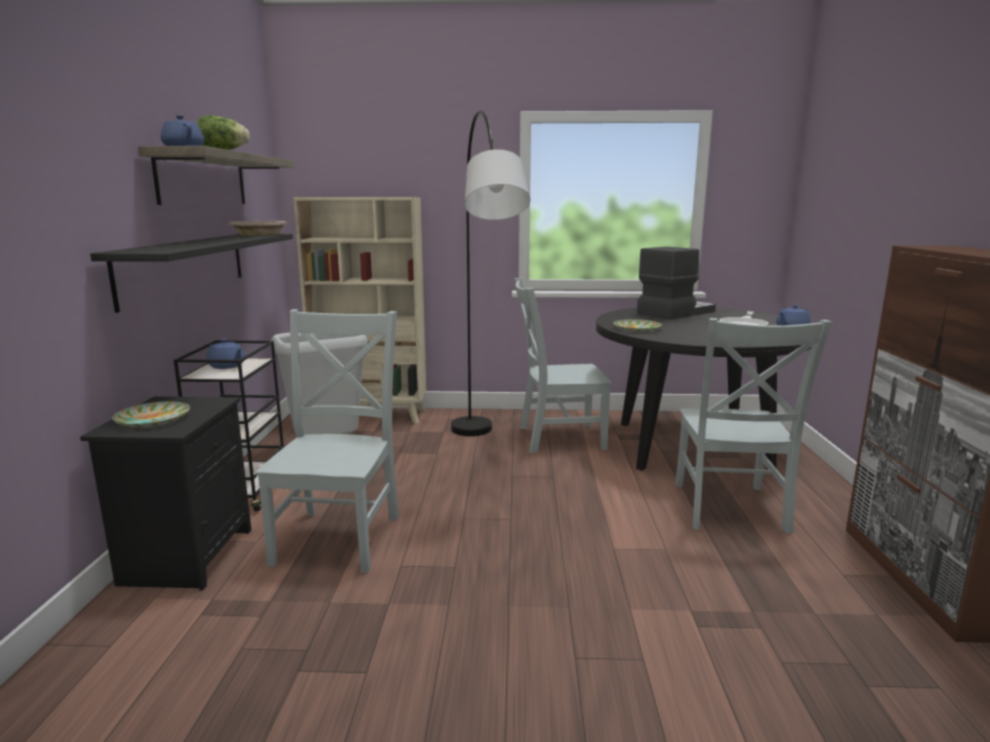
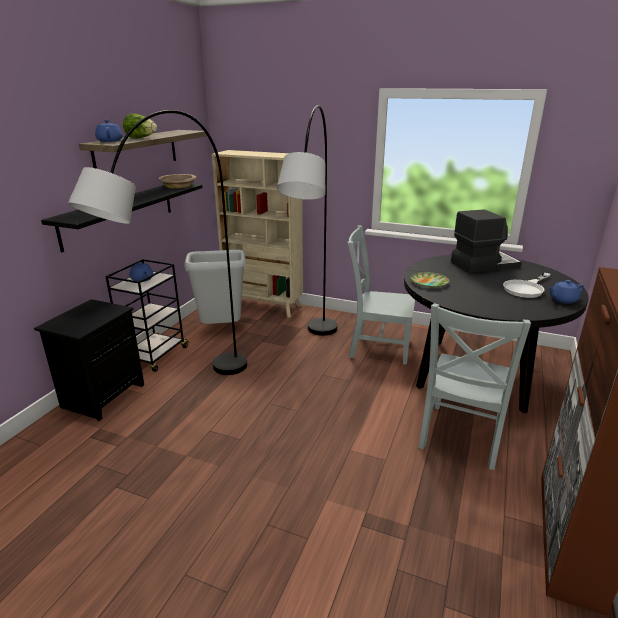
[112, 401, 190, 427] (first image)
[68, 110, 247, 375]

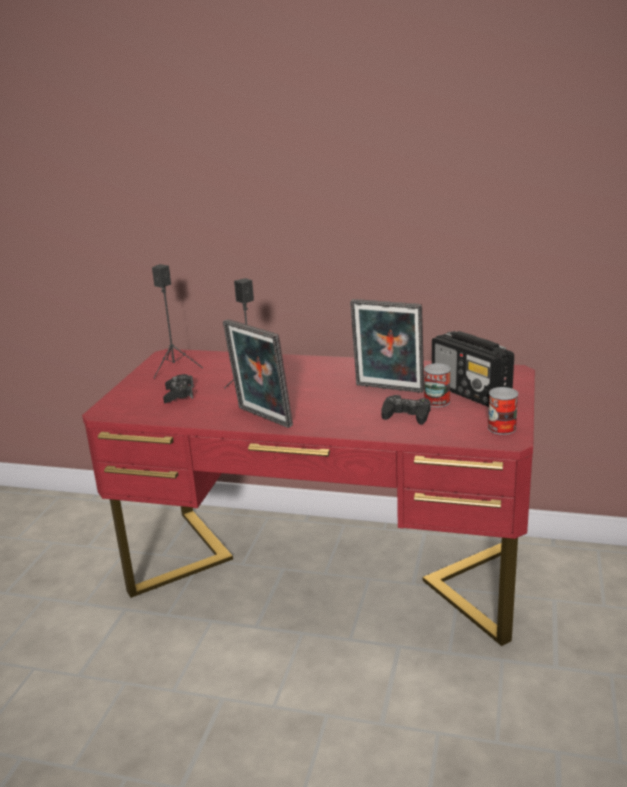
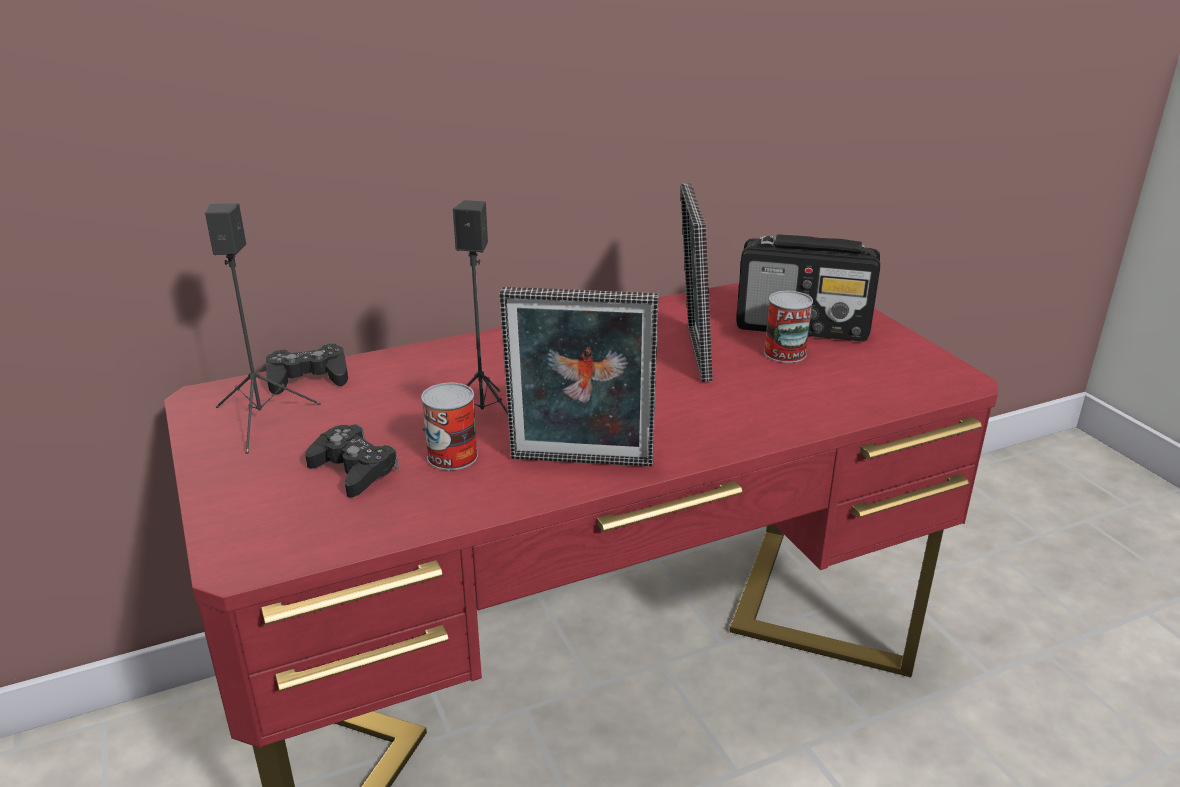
[680, 183, 713, 382]
[266, 343, 348, 395]
[421, 383, 478, 470]

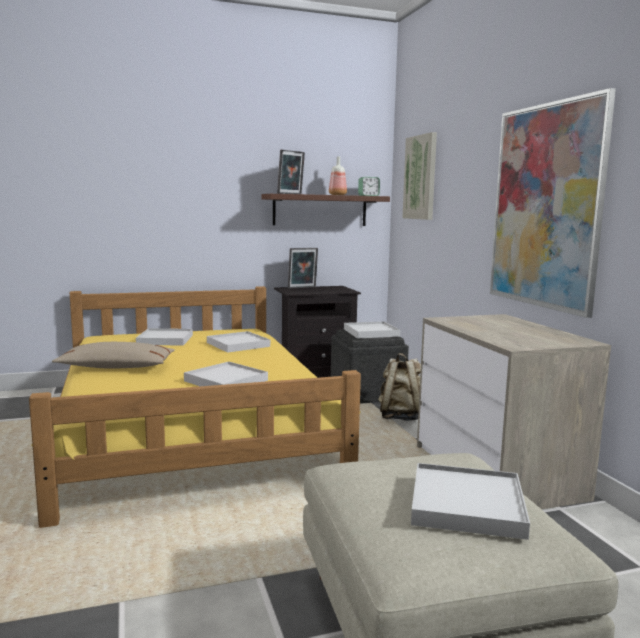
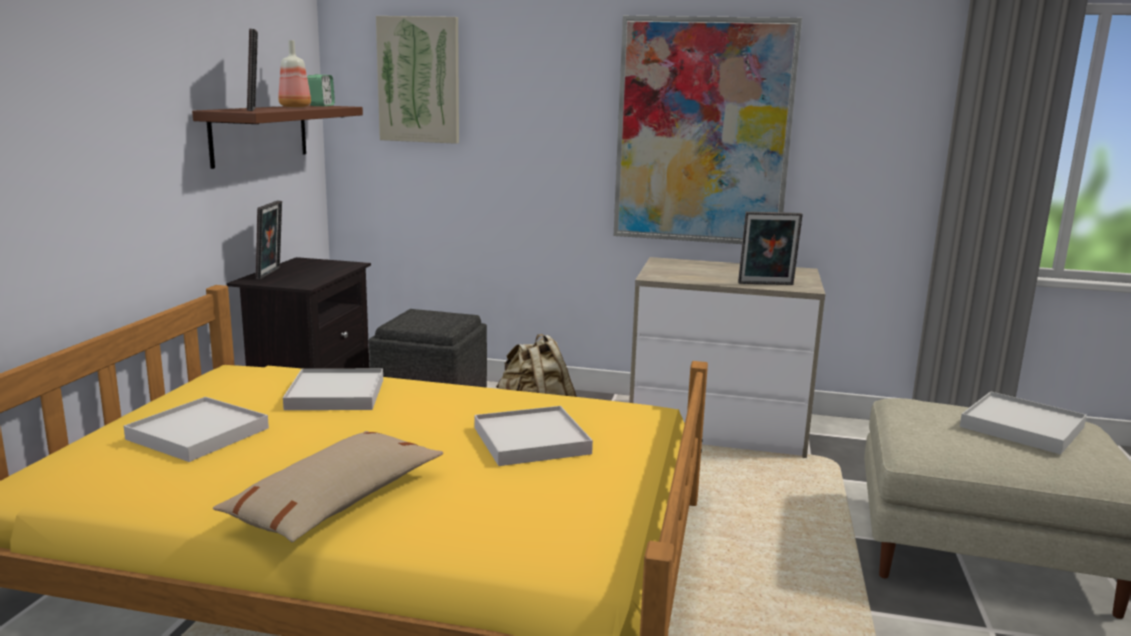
[344, 321, 400, 338] (first image)
[738, 211, 803, 285]

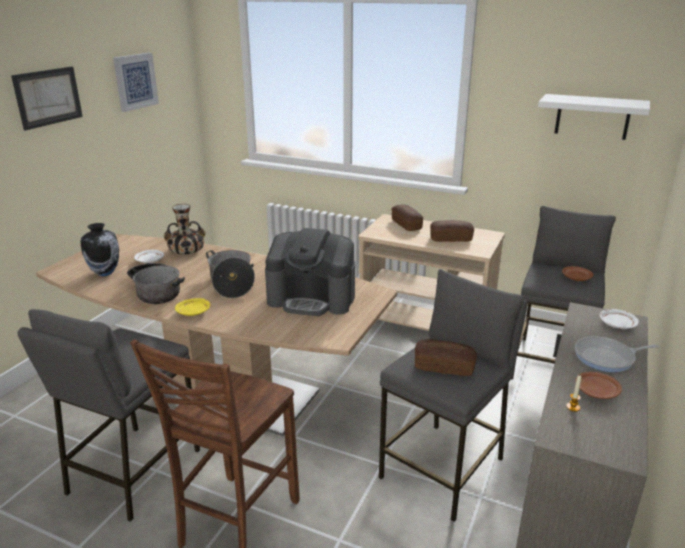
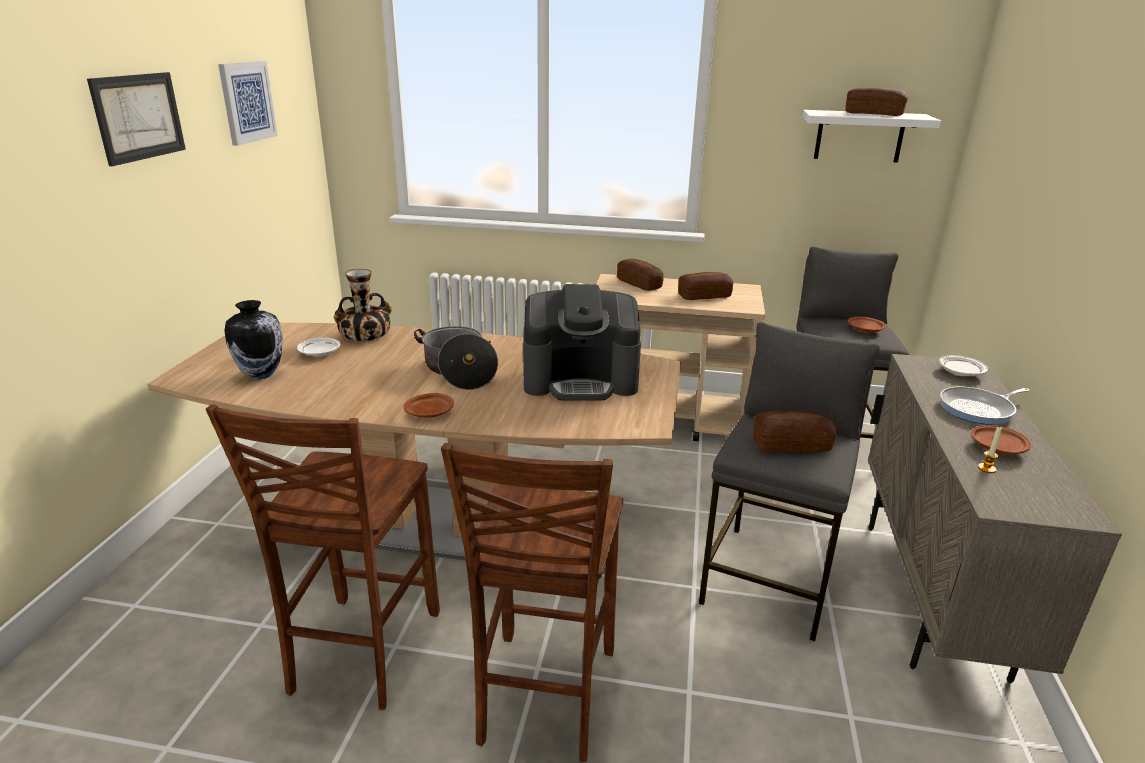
[206, 404, 440, 710]
[127, 263, 185, 304] (first image)
[403, 393, 454, 418]
[845, 87, 908, 116]

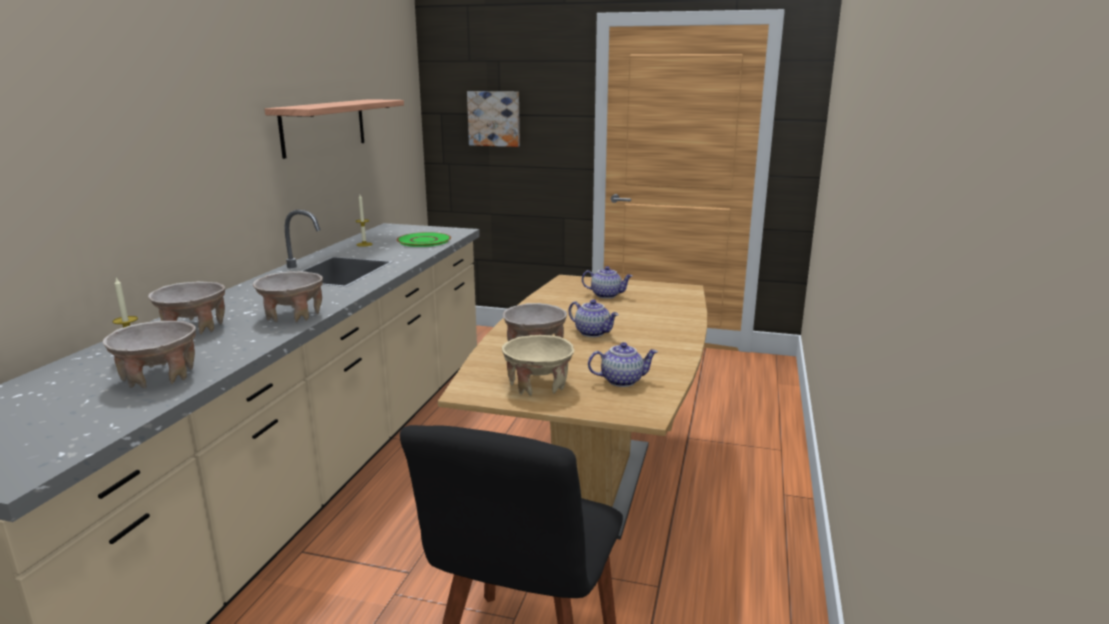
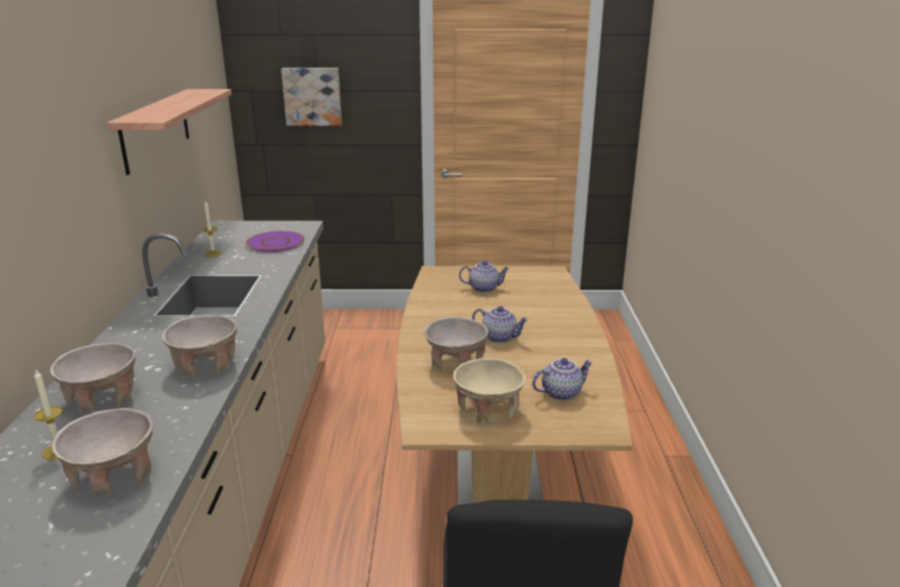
[246, 231, 305, 252]

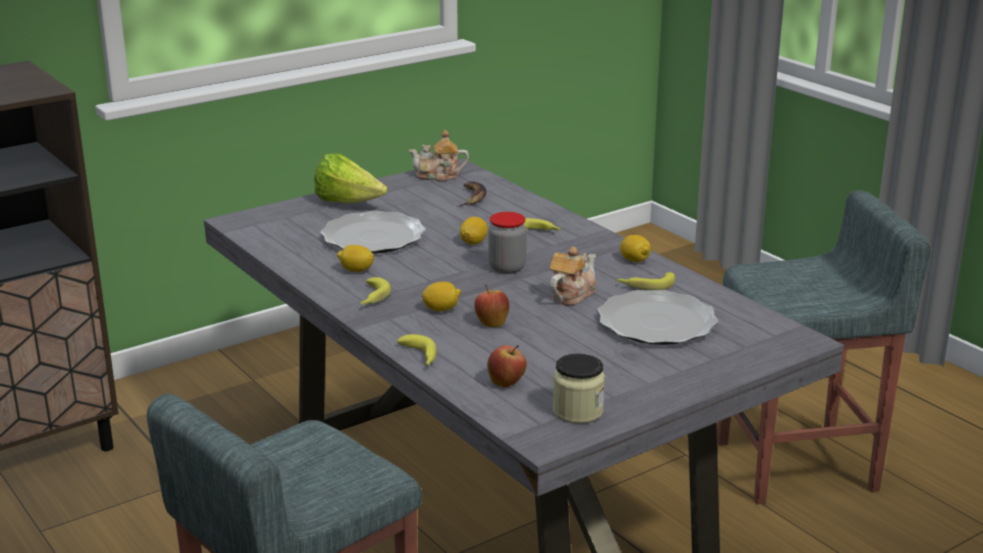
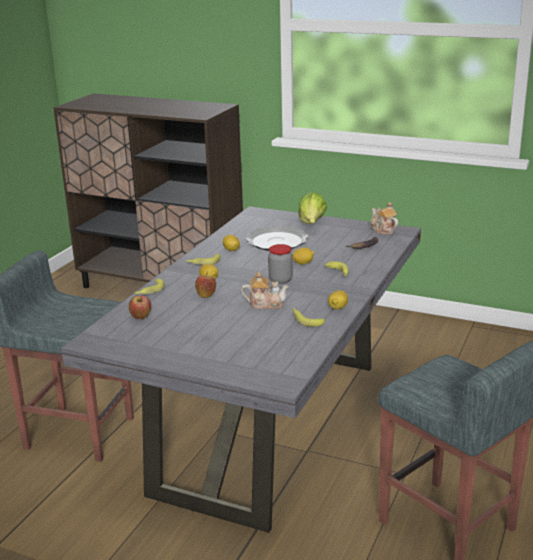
[553, 353, 605, 424] (first image)
[597, 290, 718, 345] (first image)

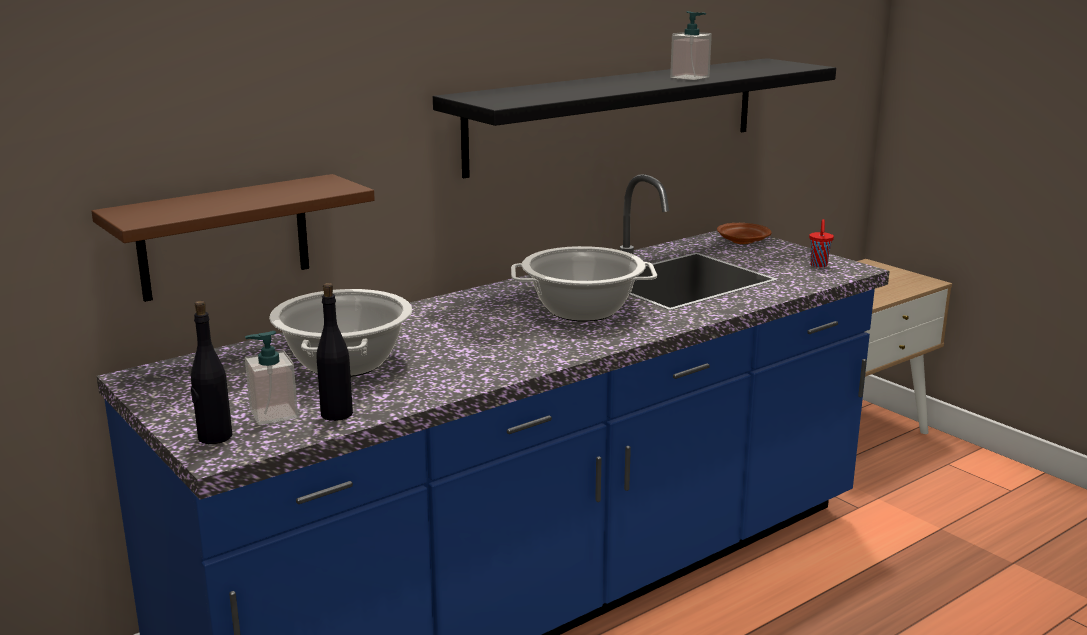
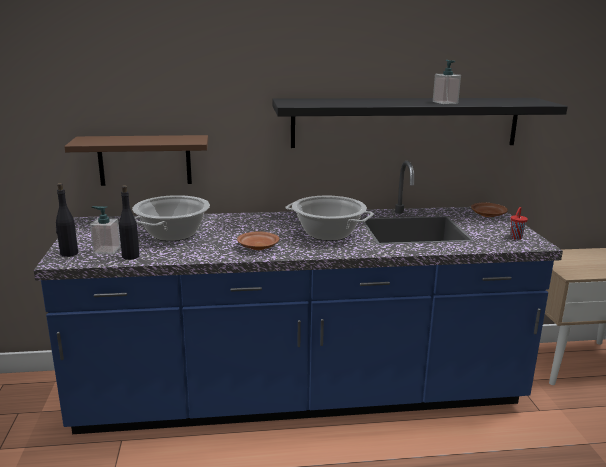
[237, 231, 279, 250]

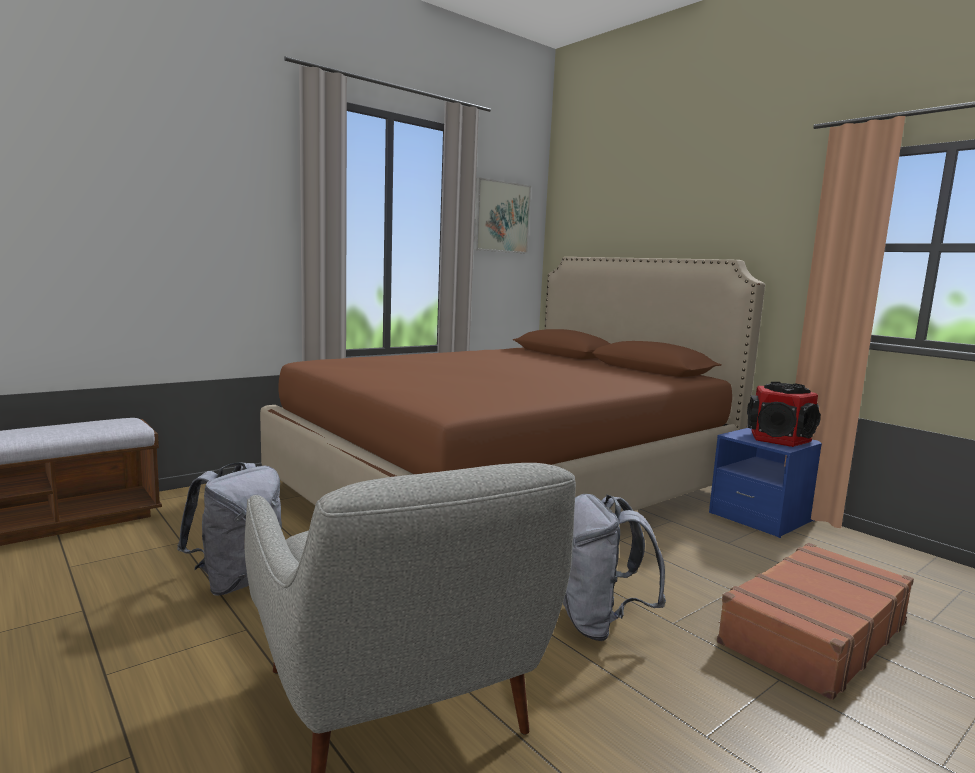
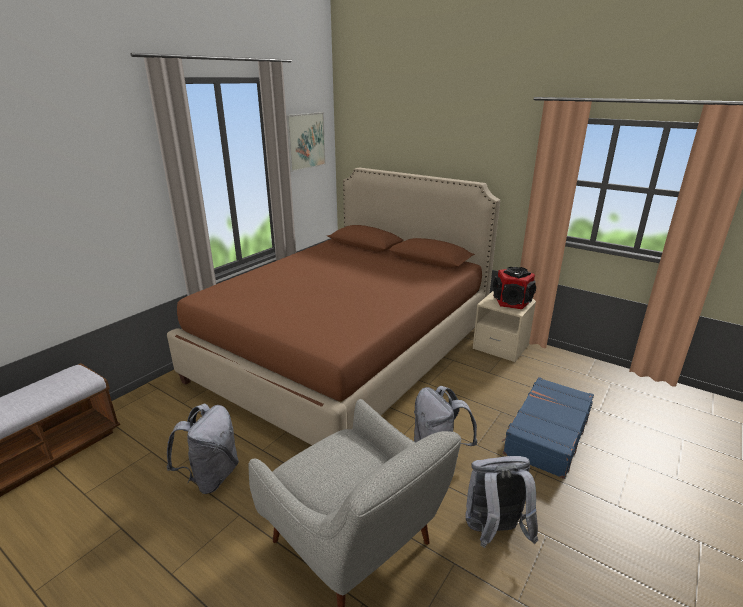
[473, 291, 536, 362]
[502, 377, 594, 479]
[466, 456, 538, 548]

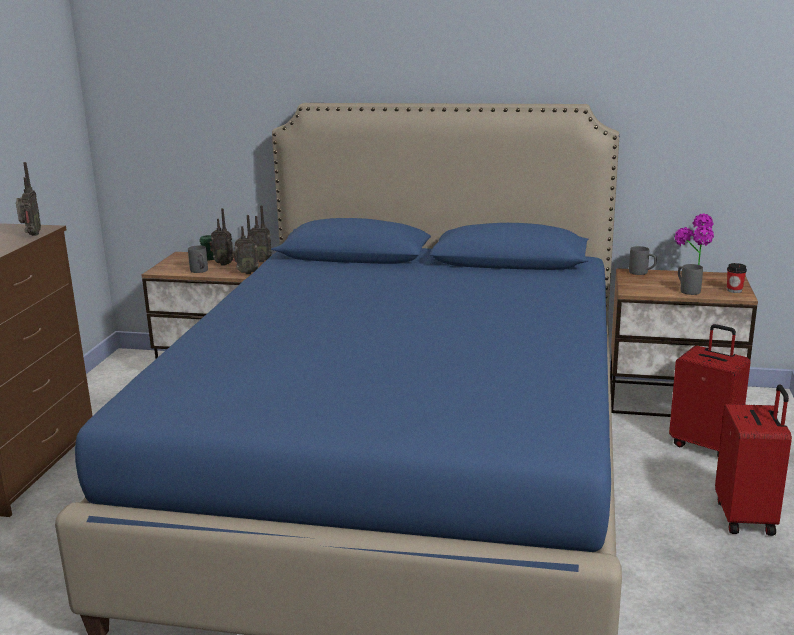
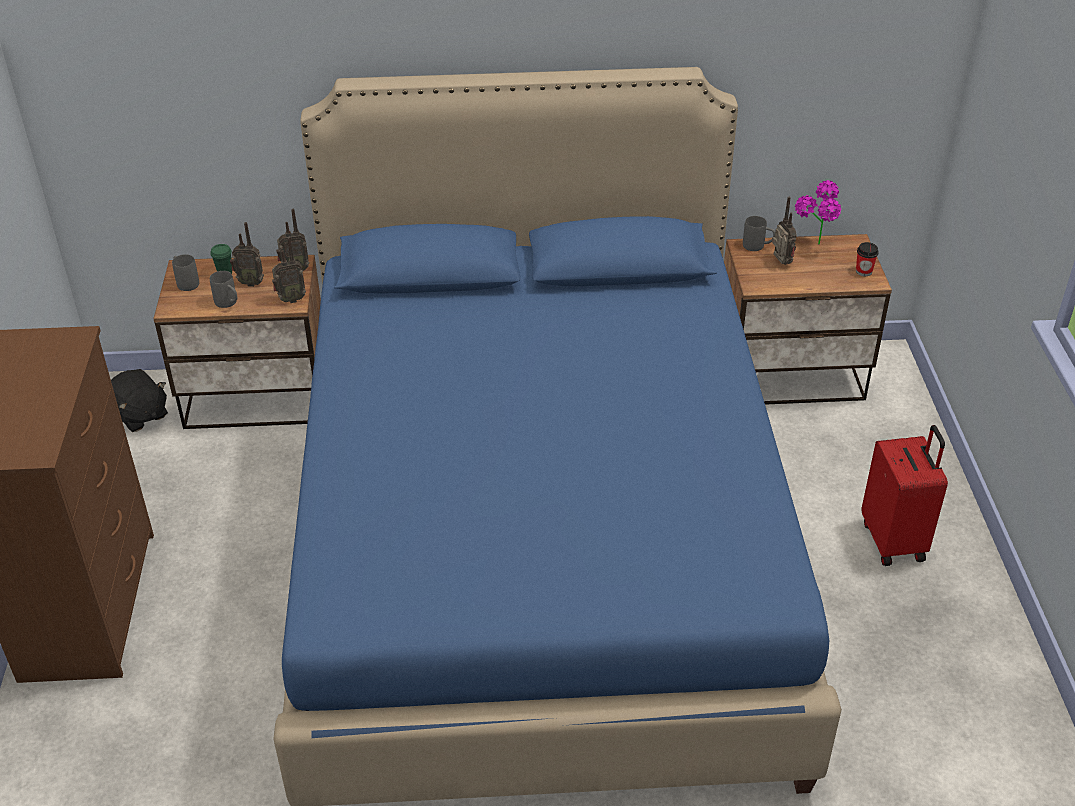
[772, 197, 797, 265]
[669, 324, 751, 457] (first image)
[172, 254, 199, 291]
[111, 369, 168, 432]

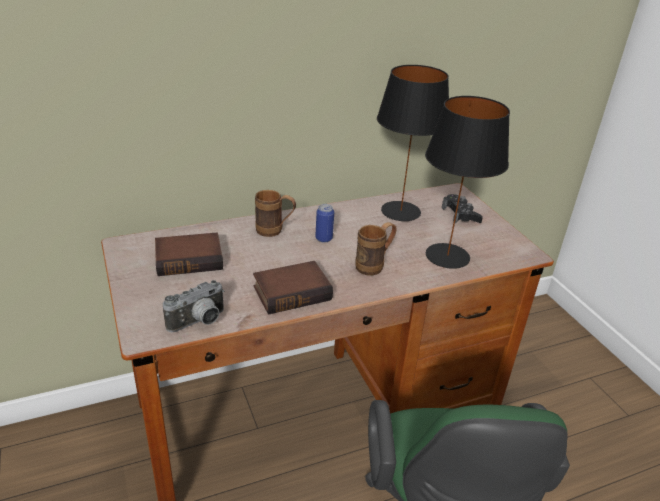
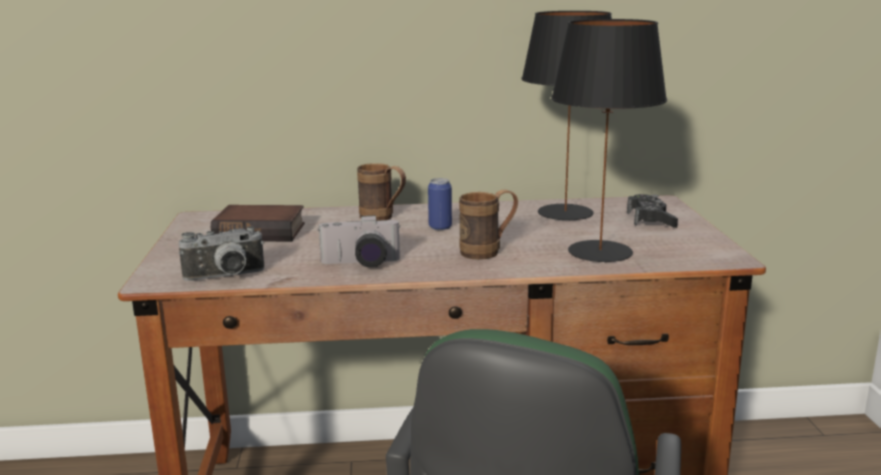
[317, 215, 401, 268]

